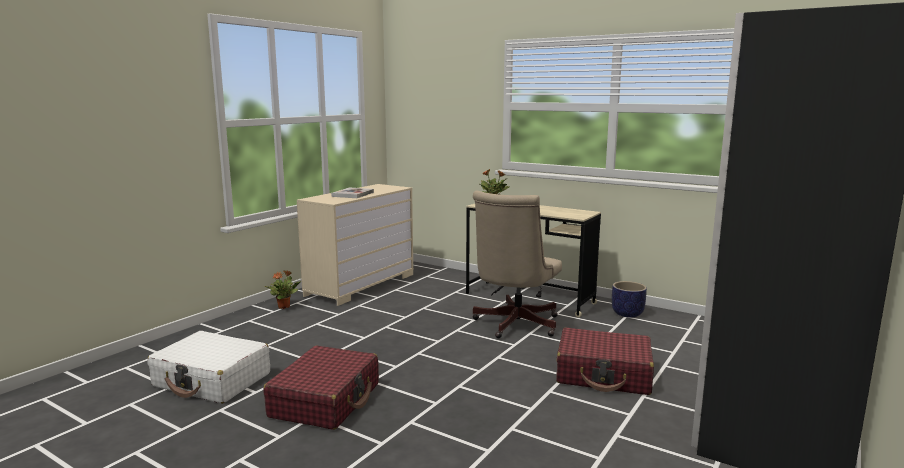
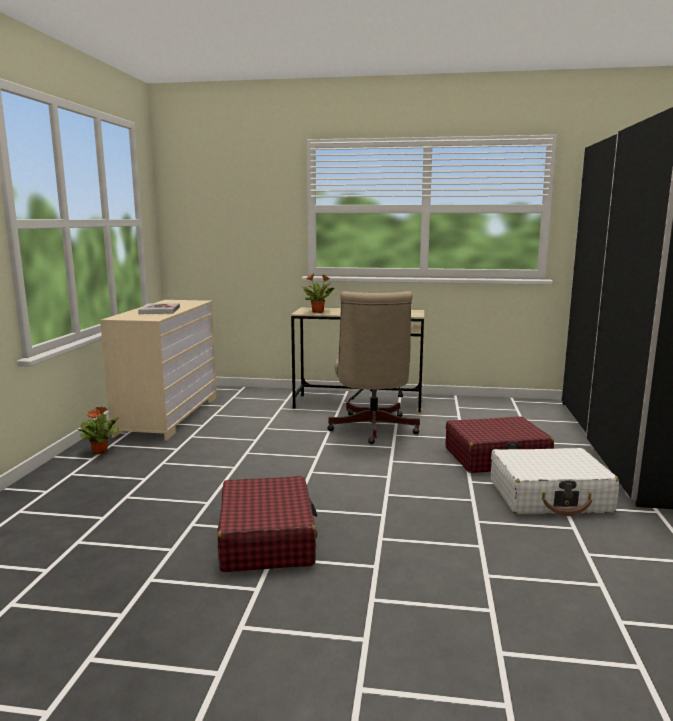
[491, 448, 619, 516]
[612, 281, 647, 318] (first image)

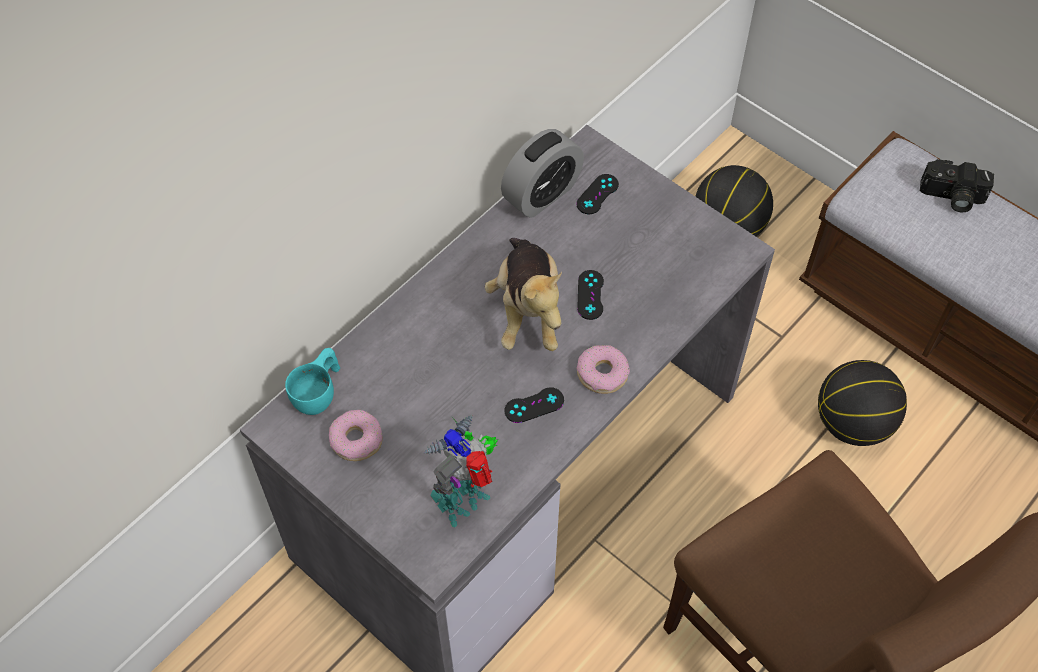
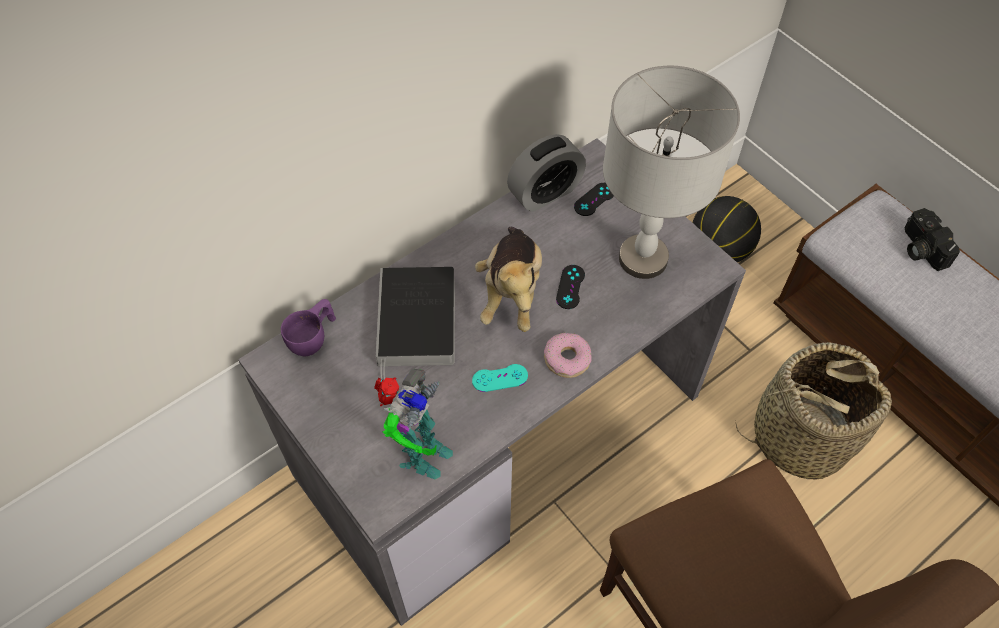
[281, 299, 336, 356]
[329, 410, 383, 461] (first image)
[374, 369, 453, 479]
[472, 364, 528, 392]
[735, 342, 892, 479]
[905, 208, 960, 271]
[376, 267, 455, 379]
[603, 66, 740, 279]

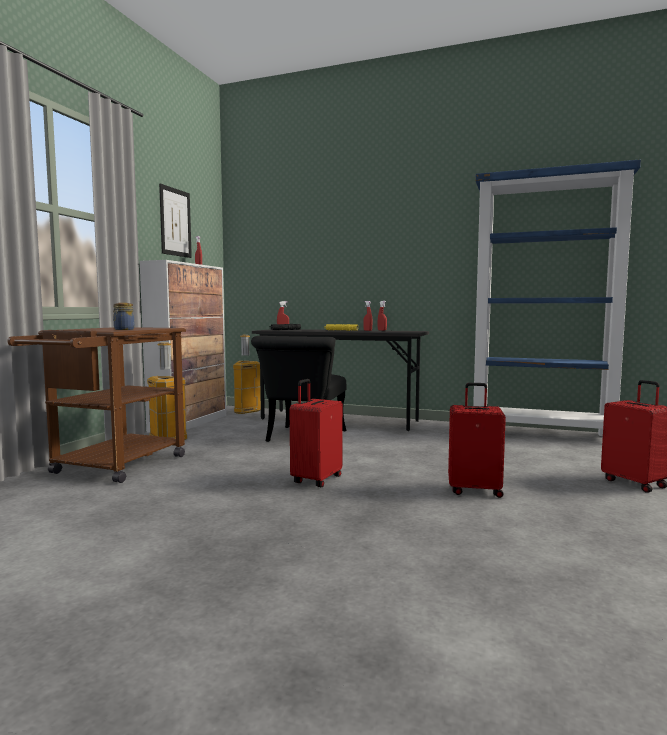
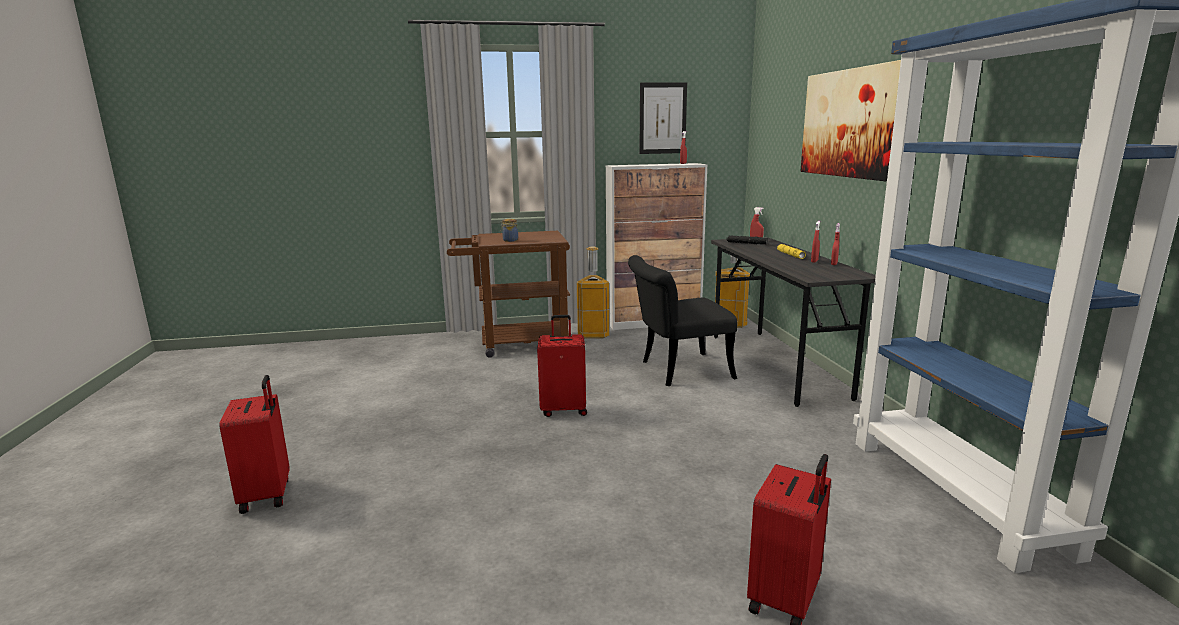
[219, 375, 290, 514]
[801, 60, 901, 182]

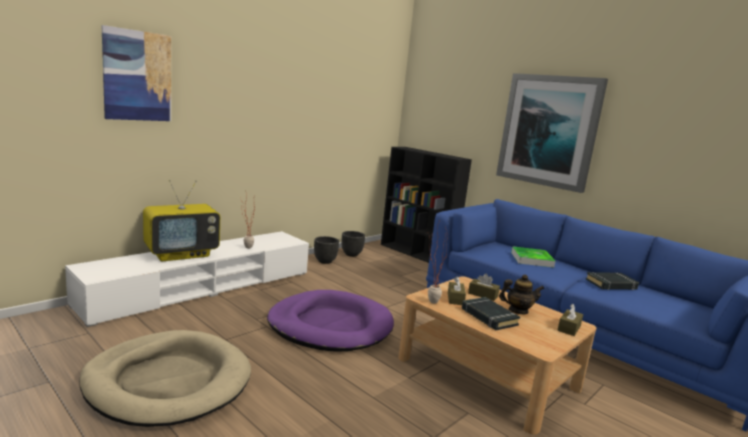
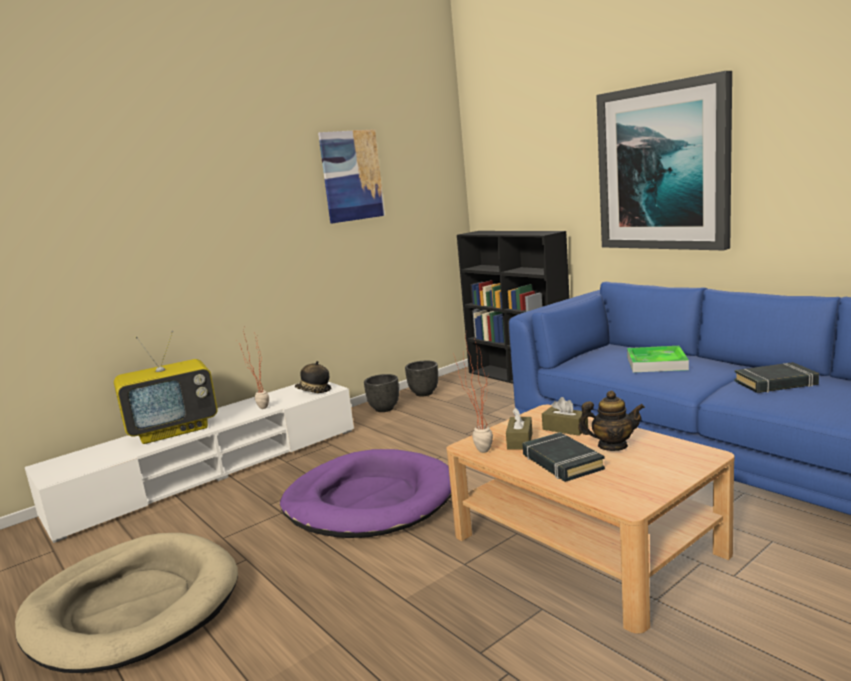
[318, 129, 385, 223]
[558, 304, 583, 336] (first image)
[295, 361, 331, 393]

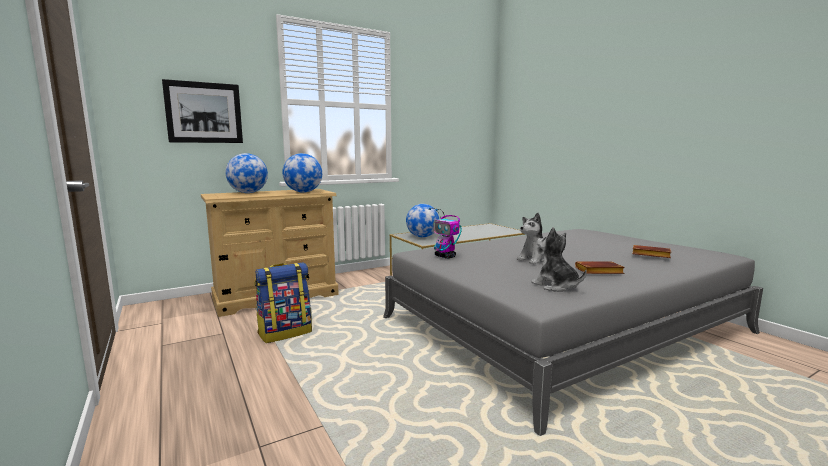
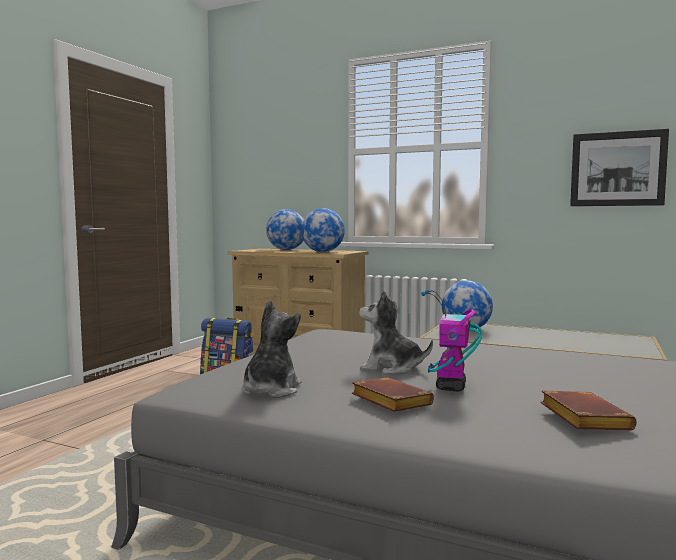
[570, 129, 669, 206]
[421, 290, 482, 392]

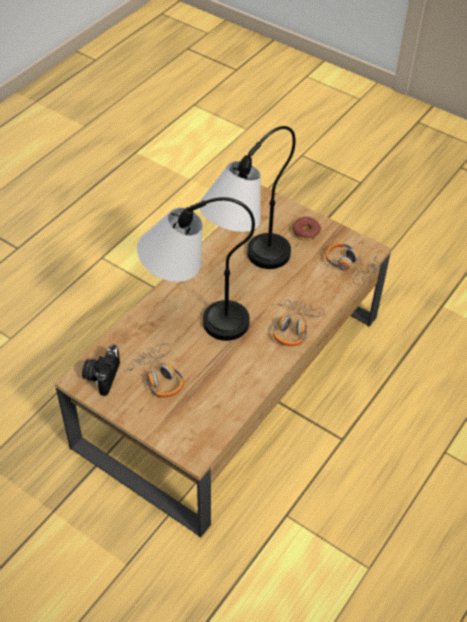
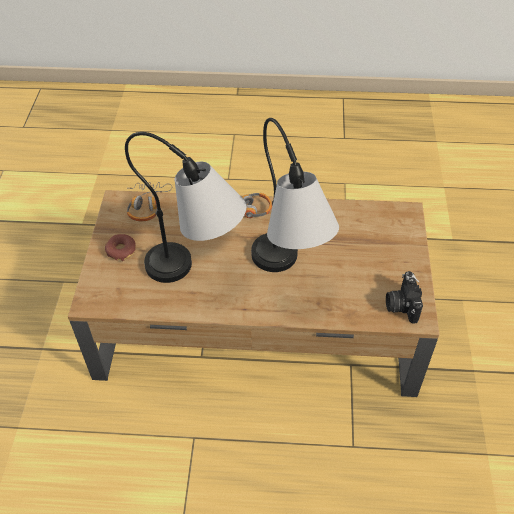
[386, 271, 423, 324]
[128, 343, 184, 398] (first image)

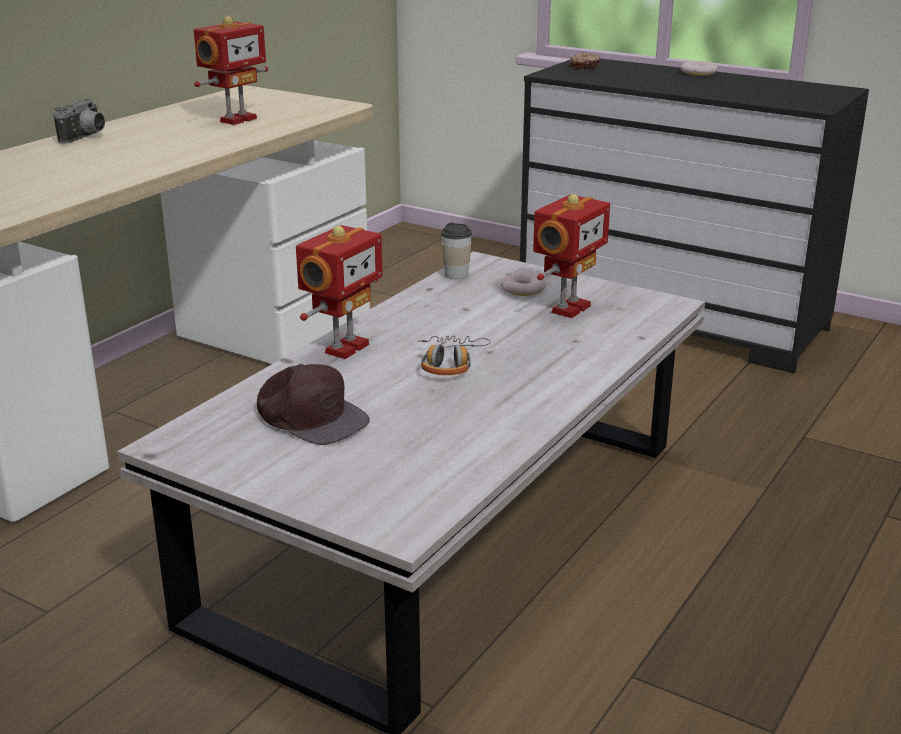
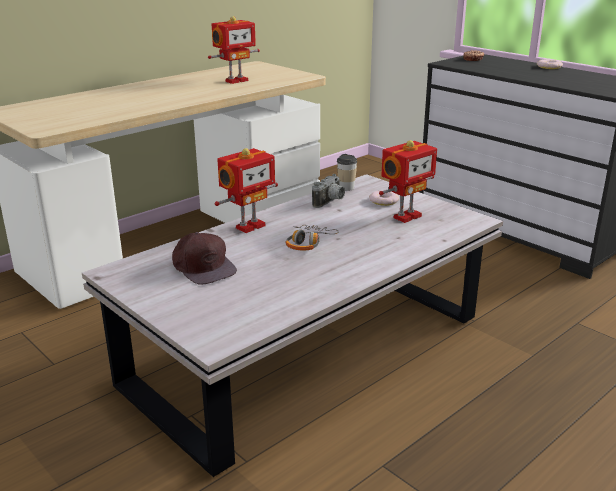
[312, 174, 345, 208]

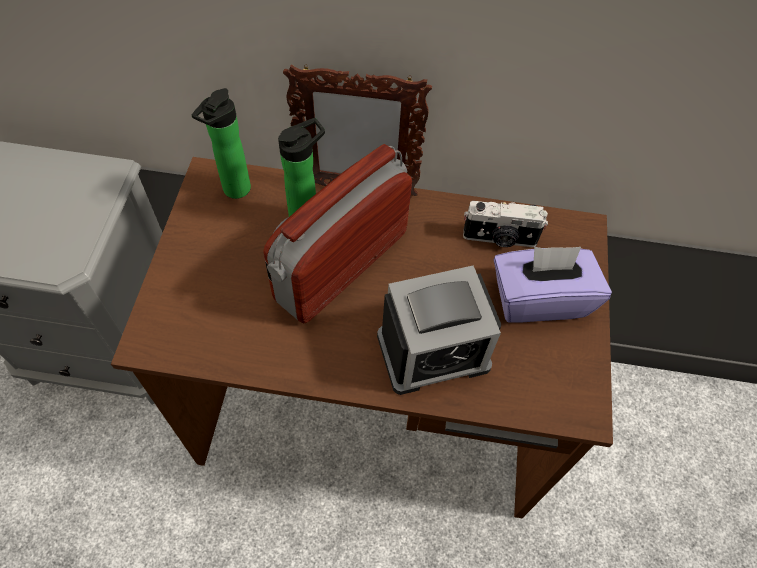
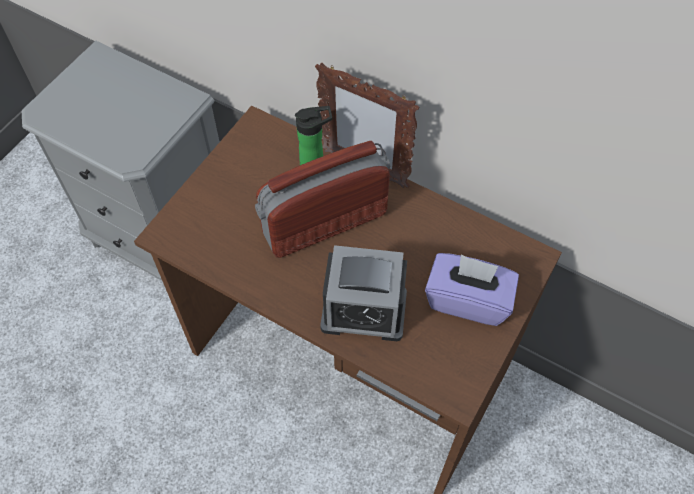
[192, 88, 251, 199] (first image)
[463, 201, 548, 247] (first image)

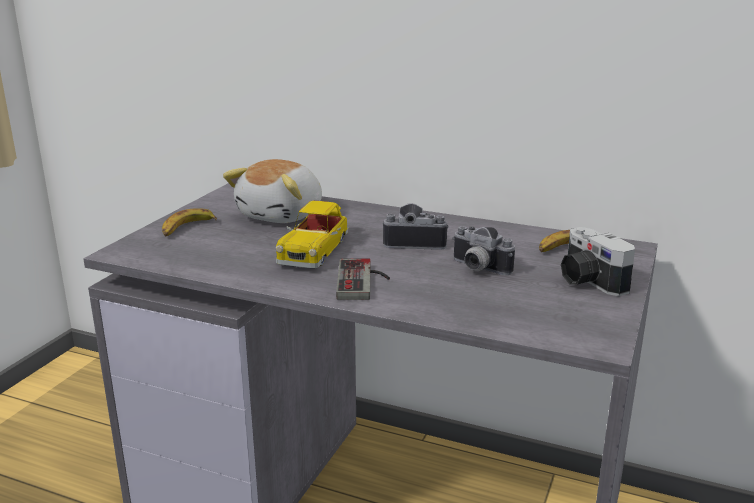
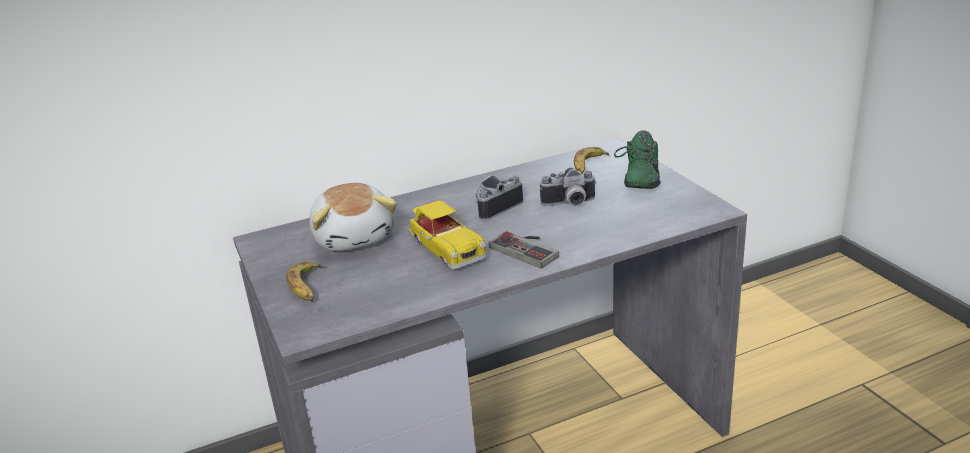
[614, 130, 661, 189]

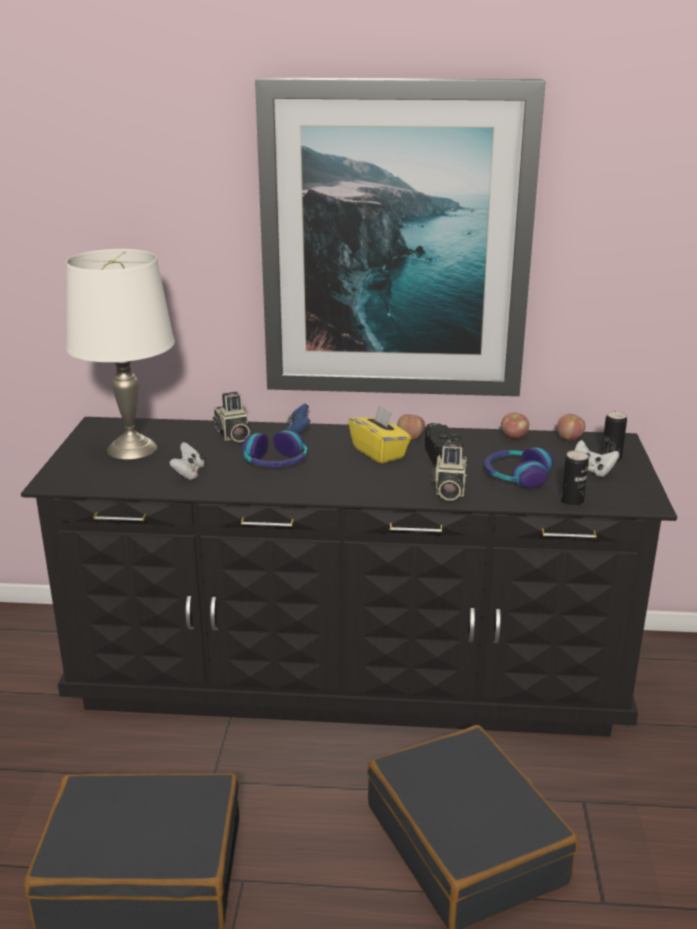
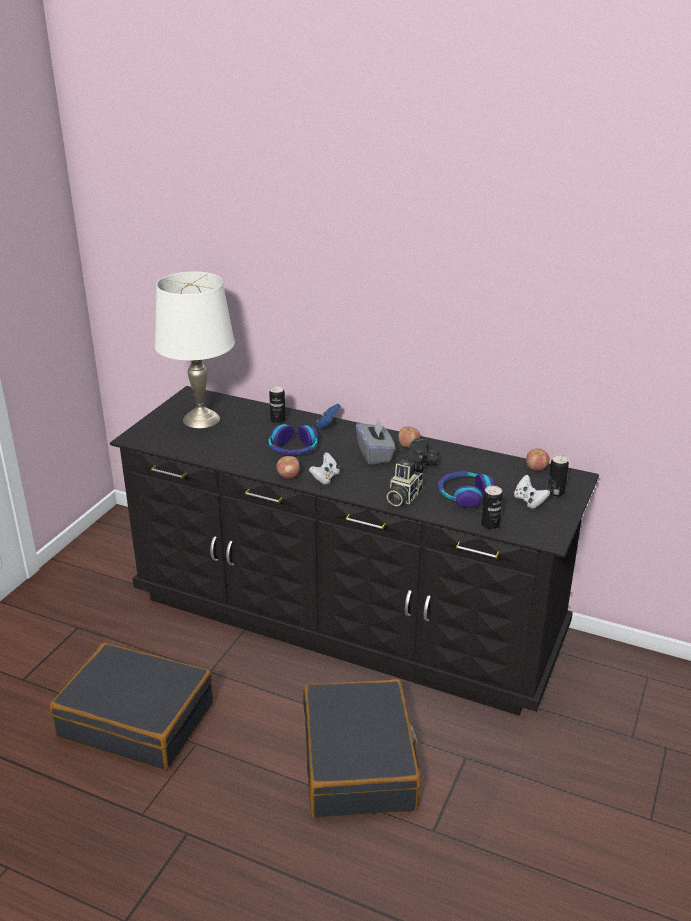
[309, 452, 340, 485]
[269, 386, 286, 423]
[255, 78, 546, 396] (first image)
[356, 418, 396, 465]
[276, 456, 300, 479]

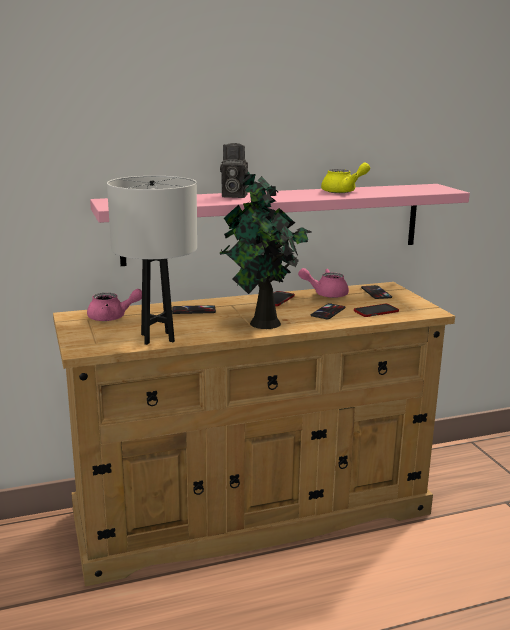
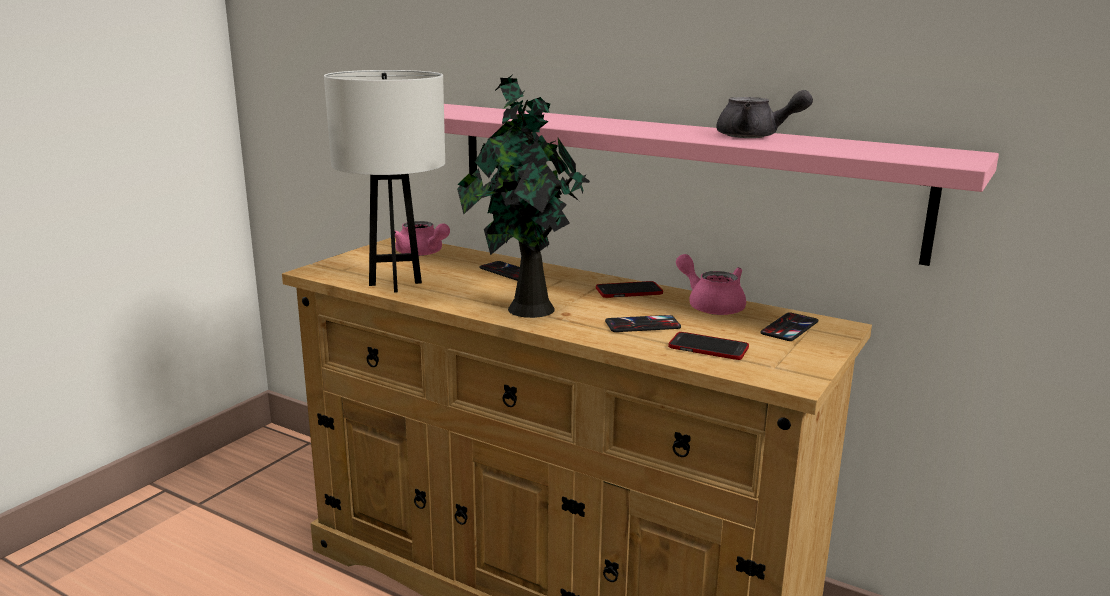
[220, 143, 248, 198] (first image)
[716, 90, 813, 138]

